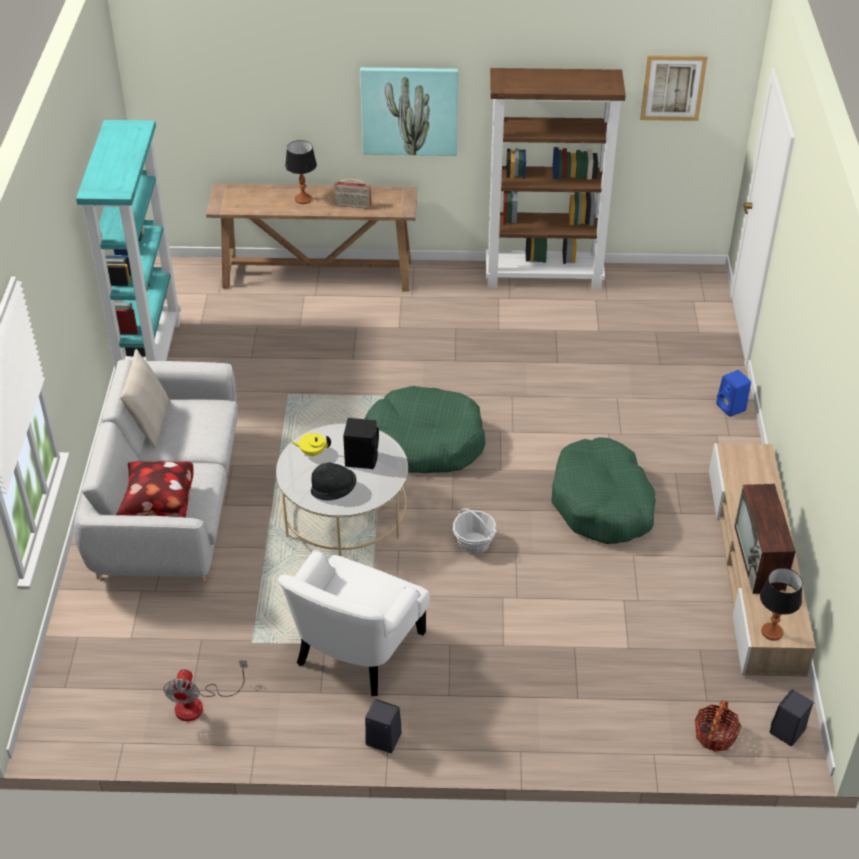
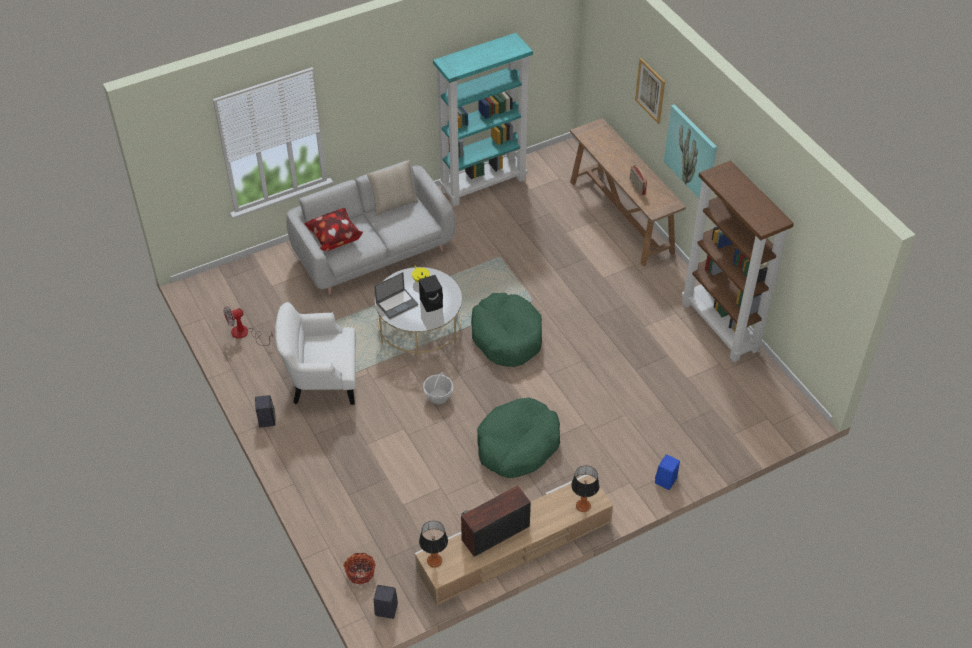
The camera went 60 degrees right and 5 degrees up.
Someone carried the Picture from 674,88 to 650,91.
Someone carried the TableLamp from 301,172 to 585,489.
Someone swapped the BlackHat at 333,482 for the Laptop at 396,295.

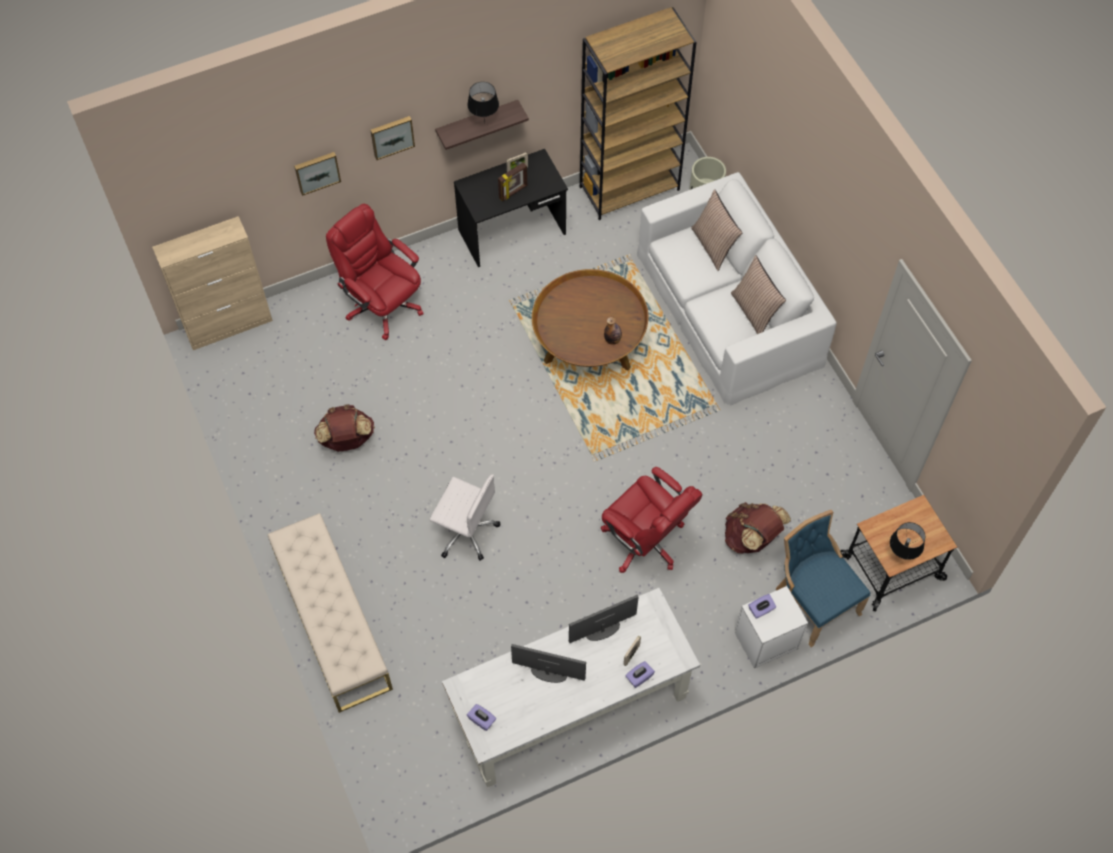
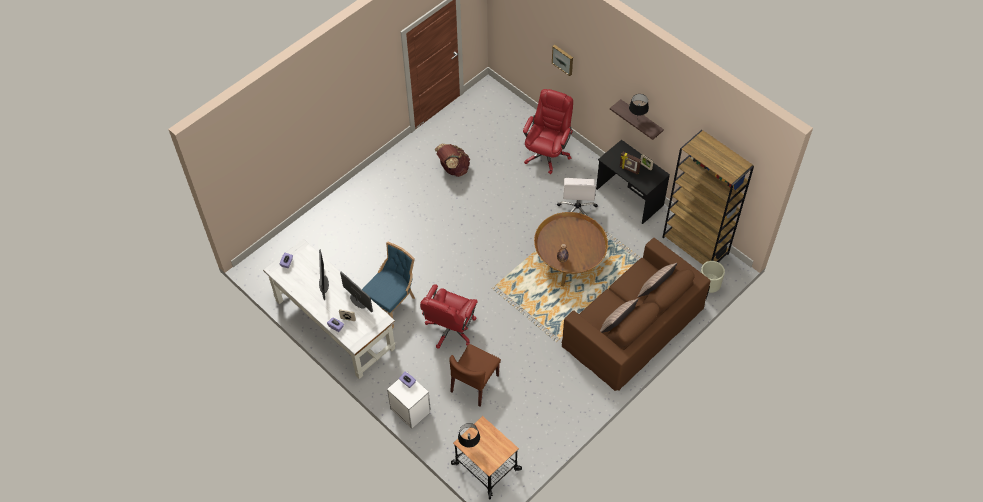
The camera went 70 degrees right and 5 degrees down.
Someone took away the Picture at 392,138.
Someone repainted the WhiteSofa at 737,289, which became the BrownSofa at 635,314.
Someone took away the BeigeCabinet at 212,283.
Someone carried the WhiteOfficeChair from 465,517 to 577,196.
Someone swapped the BrownBackpack at 758,528 for the BrownChair at 475,375.
Someone carried the BlueChair from 823,578 to 388,285.
Someone took away the BeigeBench at 330,613.

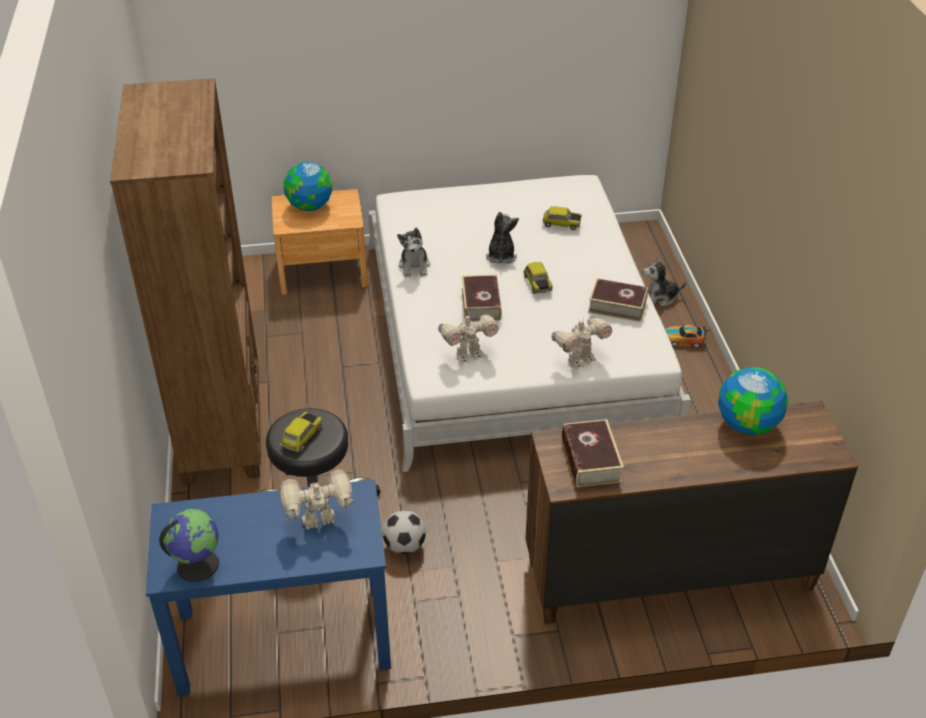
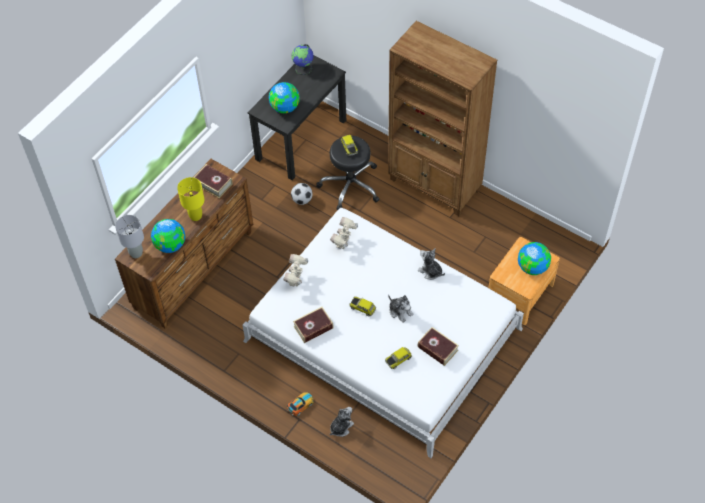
The camera went 135 degrees right and 15 degrees up.
Someone carried the Book from 482,298 to 438,346.
Someone swapped the ToyRobot at 317,499 for the Globe at 284,97.
Someone repainted the BlueDesk at 268,588, which became the BlackDesk at 297,118.
Someone put down the YellowTableLamp at 190,199.
Someone put down the GreyTableLamp at 129,236.

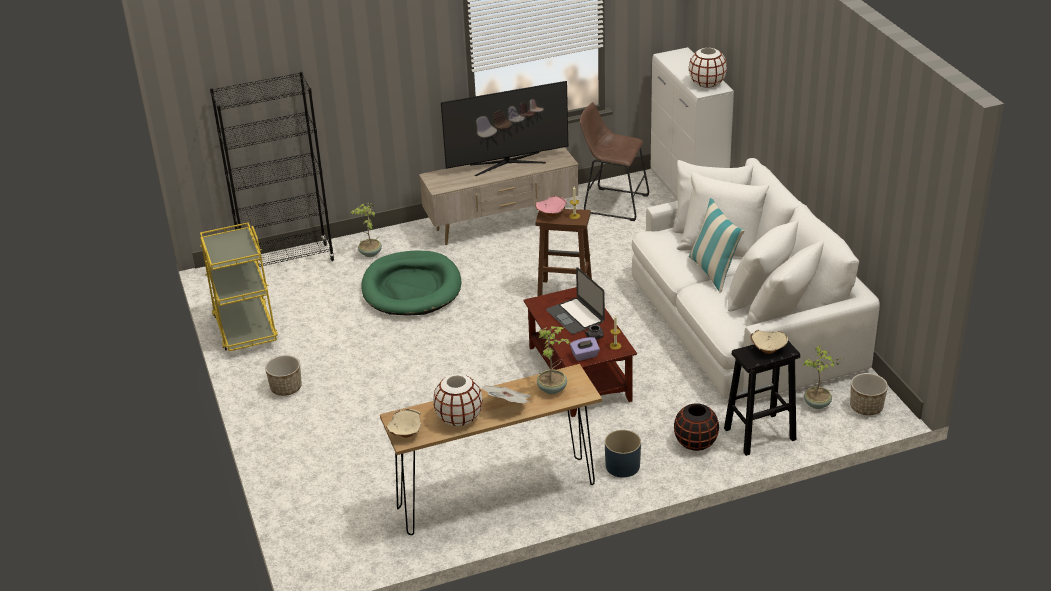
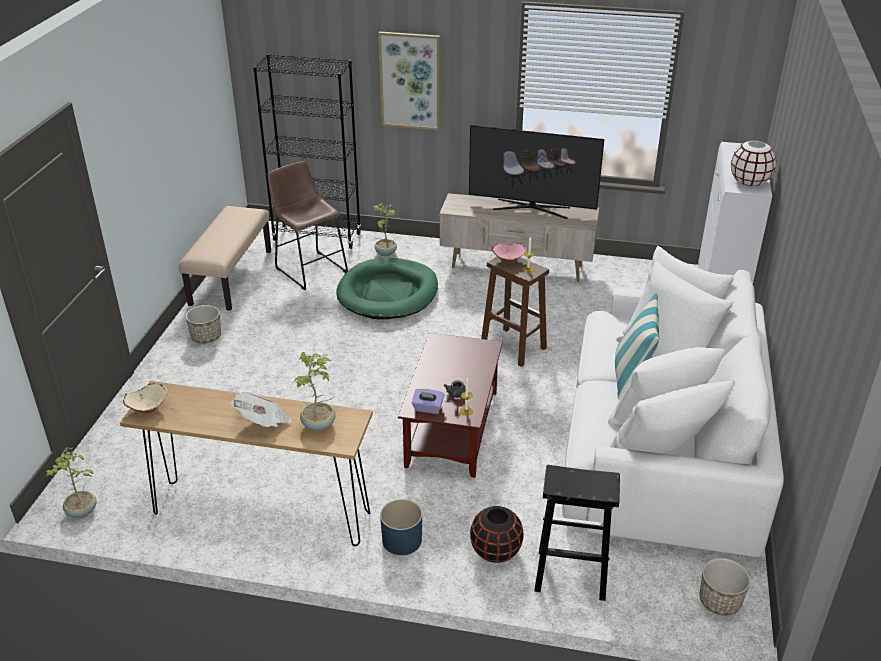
The camera went 30 degrees right and 0 degrees up.
Someone carried the BrownStool from 614,161 to 308,225.
Someone swapped the YellowCart at 239,286 for the BeigeBench at 225,258.
Someone took away the Laptop at 575,300.
Someone took away the BeigeBowl at 769,342.
Someone carried the PottedPlant from 823,377 to 71,482.
Someone took away the WhiteVase at 457,400.
Someone put up the Picture at 409,81.

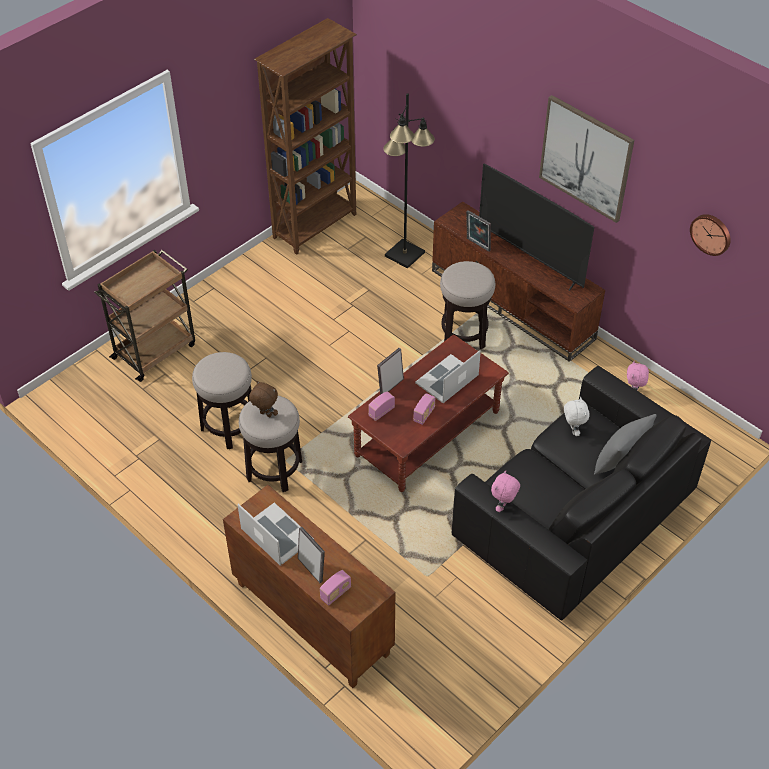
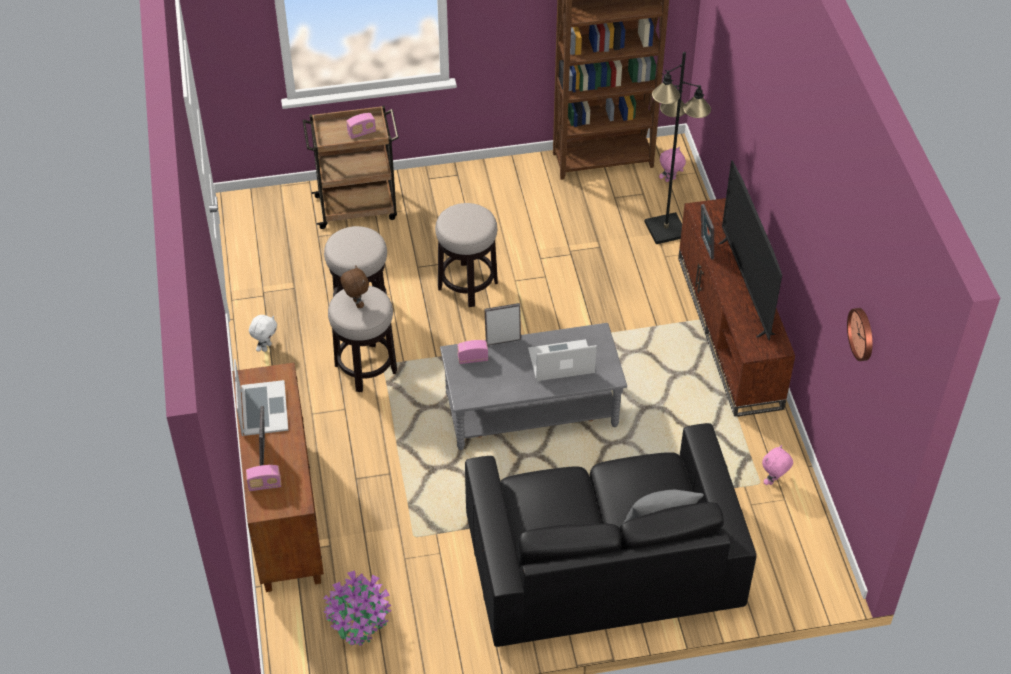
The camera went 35 degrees right and 0 degrees up.
Someone took away the Picture at 586,159.
Someone carried the Stool from 467,305 to 466,255.
Someone repainted the BrownCoffeeTable at 428,413, which became the GreyCoffeeTable at 533,386.
Someone carried the Radio from 424,409 to 361,126.
Someone carried the WhitePlushToy from 577,416 to 263,333.
Someone carried the PinkPlushToy from 505,491 to 672,164.
Someone put down the PottedPlant at 357,608.

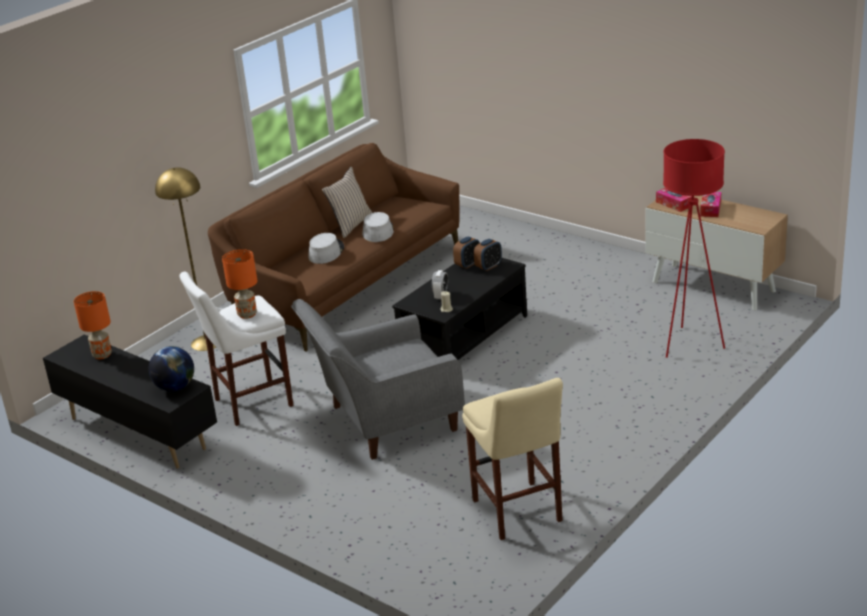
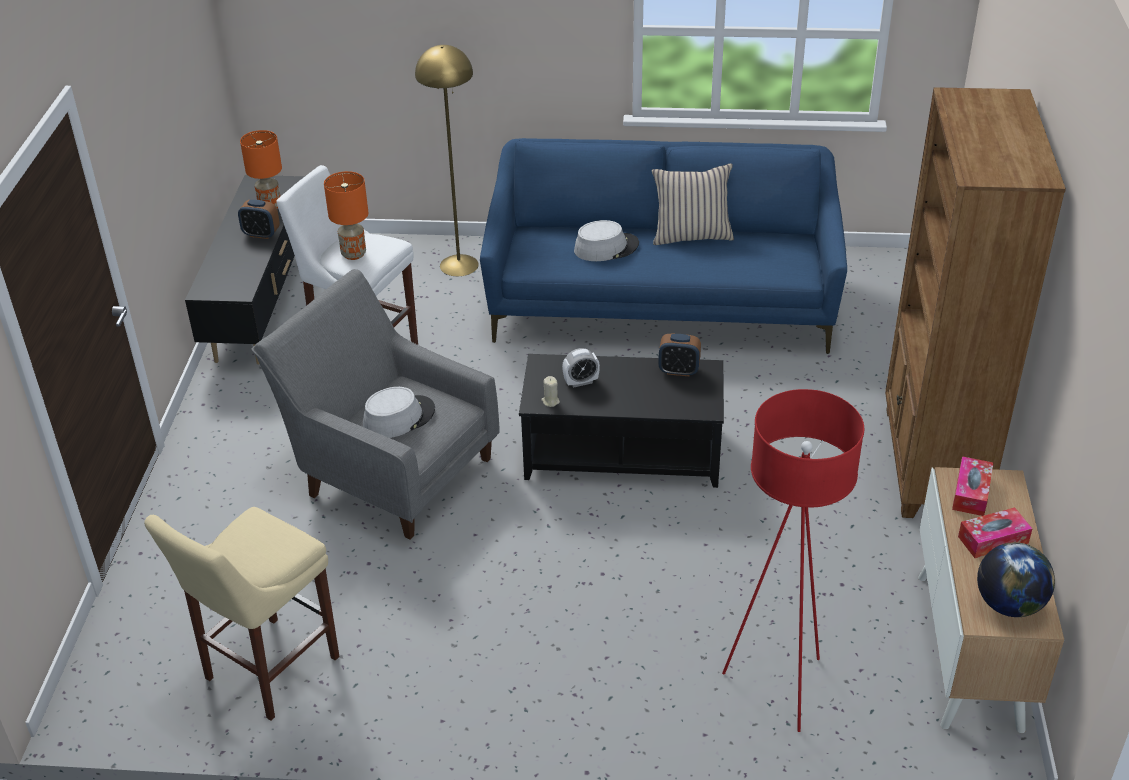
The camera went 55 degrees right and 10 degrees up.
Someone repainted the BrownSofa at 334,247, which became the BlueSofa at 663,246.
Someone carried the GreyHat from 378,227 to 399,412.
Someone carried the AlarmClock from 488,255 to 259,219.
Someone carried the Globe from 171,369 to 1016,579.
Someone put down the BrownBookcase at 975,302.

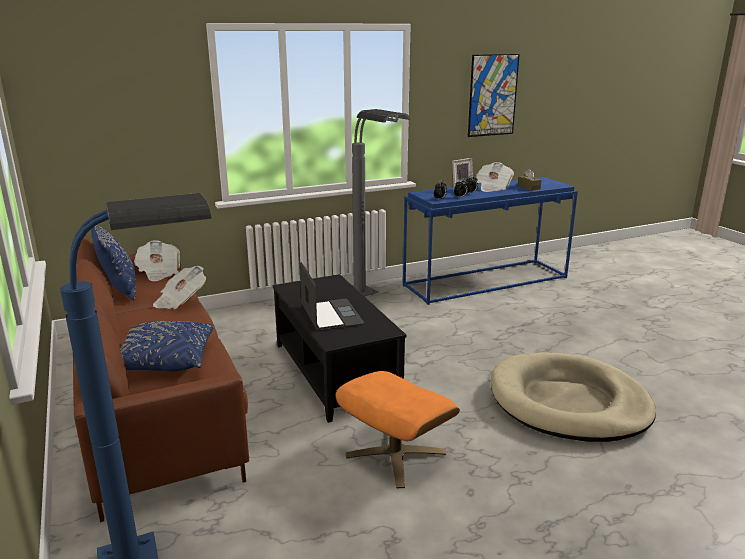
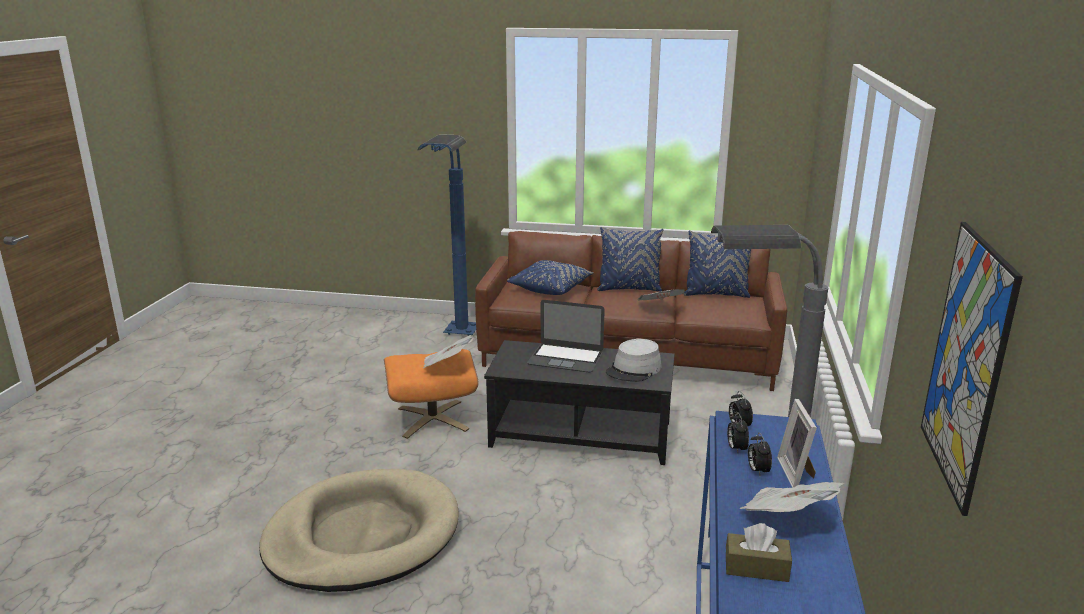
The camera went 125 degrees right and 0 degrees up.
Someone carried the Newspaper from 157,261 to 448,351.
Someone put down the BluePillow at 630,259.
Someone put down the GreyHat at 634,360.

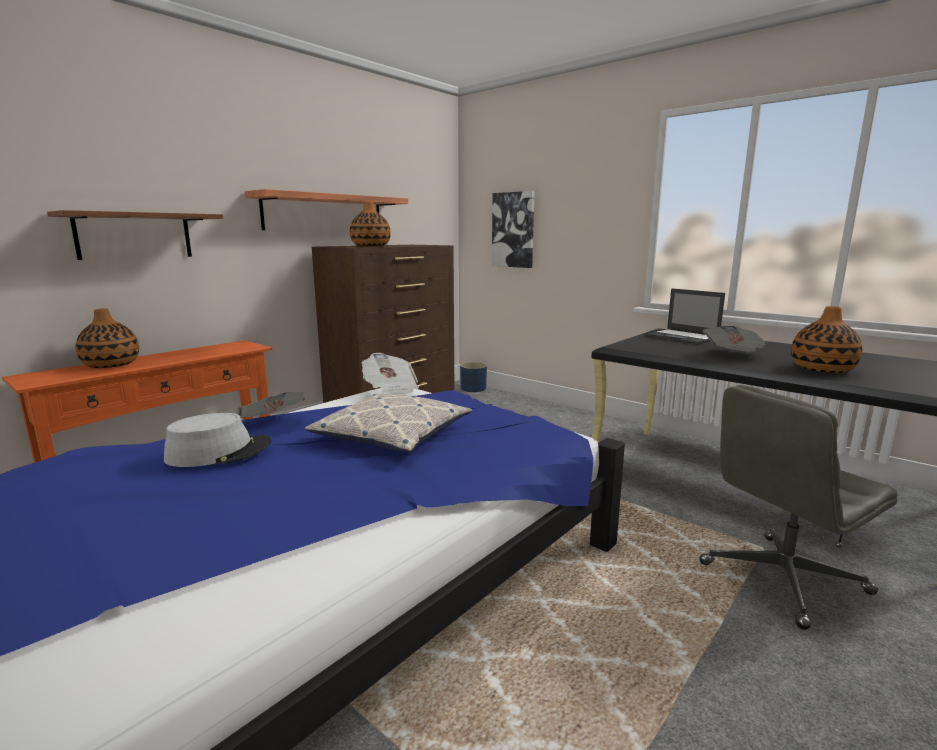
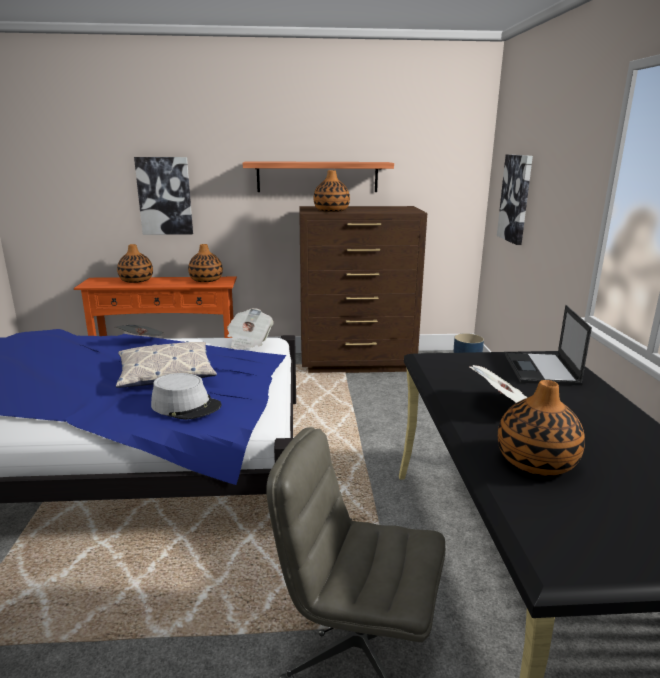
The camera went 45 degrees right and 5 degrees up.
Someone swapped the Shelf at 135,235 for the Picture at 163,196.
Someone carried the GreyHat from 217,440 to 186,396.
Someone put down the Vase at 205,263.

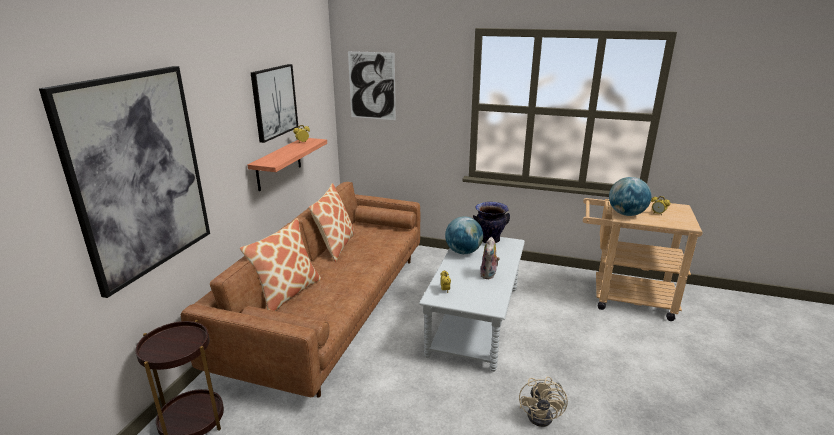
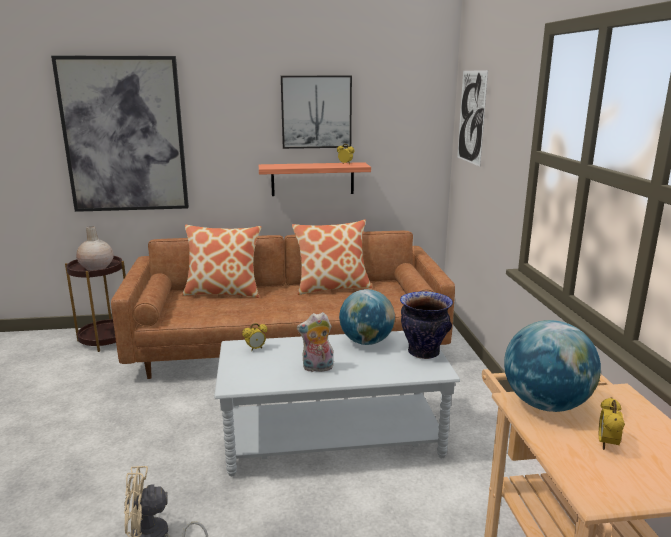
The camera went 65 degrees right and 5 degrees down.
Someone put down the BeigeVase at 95,248.

